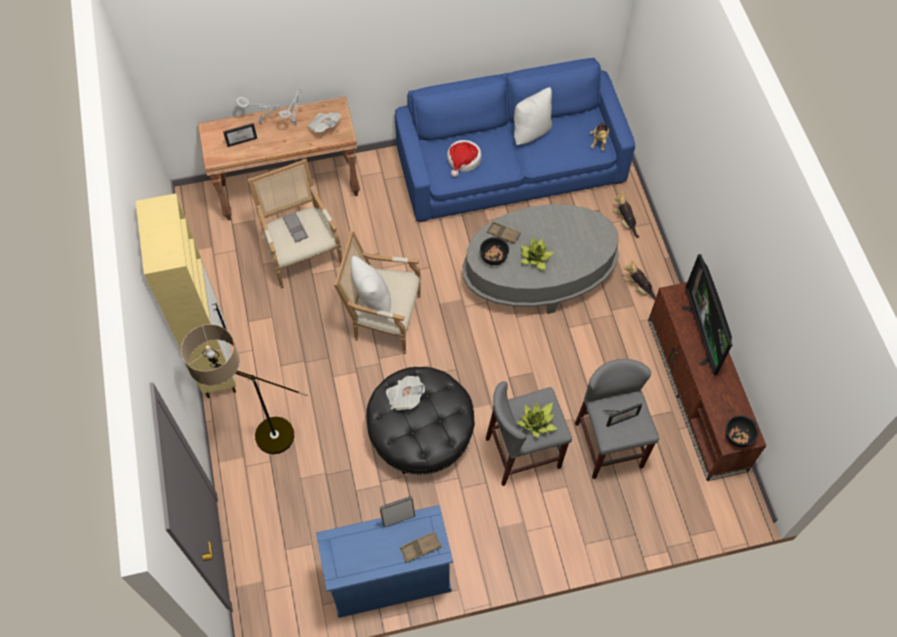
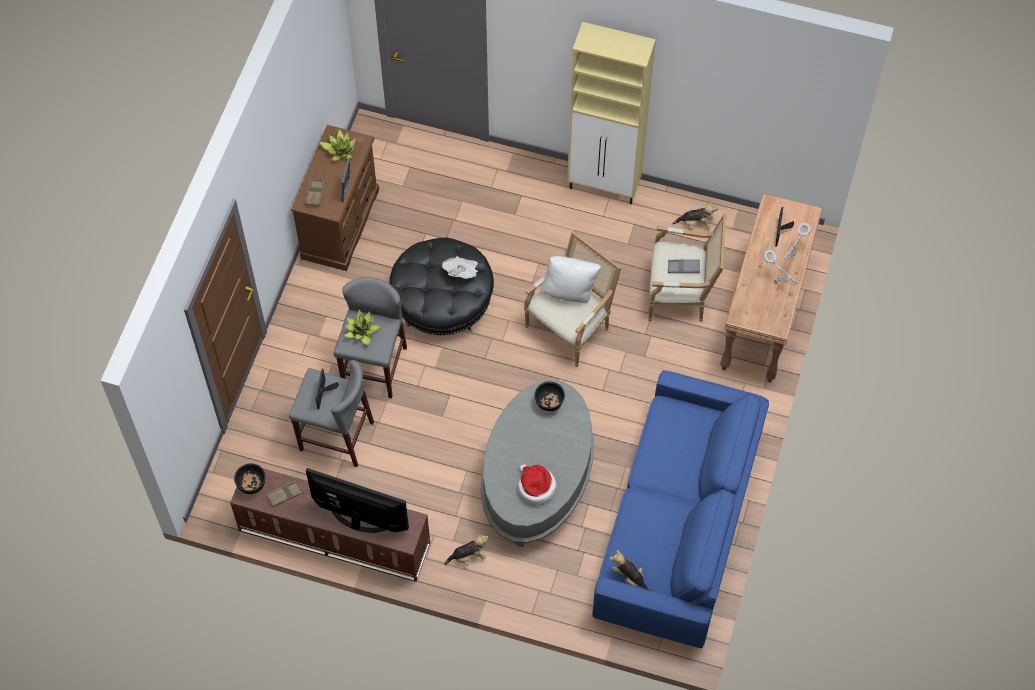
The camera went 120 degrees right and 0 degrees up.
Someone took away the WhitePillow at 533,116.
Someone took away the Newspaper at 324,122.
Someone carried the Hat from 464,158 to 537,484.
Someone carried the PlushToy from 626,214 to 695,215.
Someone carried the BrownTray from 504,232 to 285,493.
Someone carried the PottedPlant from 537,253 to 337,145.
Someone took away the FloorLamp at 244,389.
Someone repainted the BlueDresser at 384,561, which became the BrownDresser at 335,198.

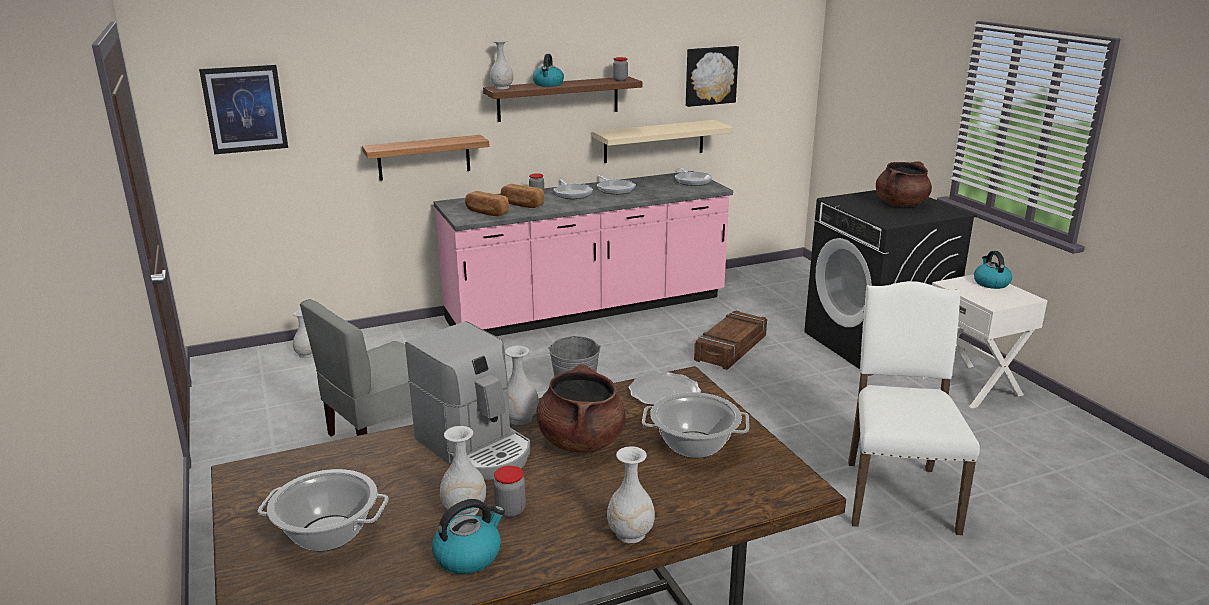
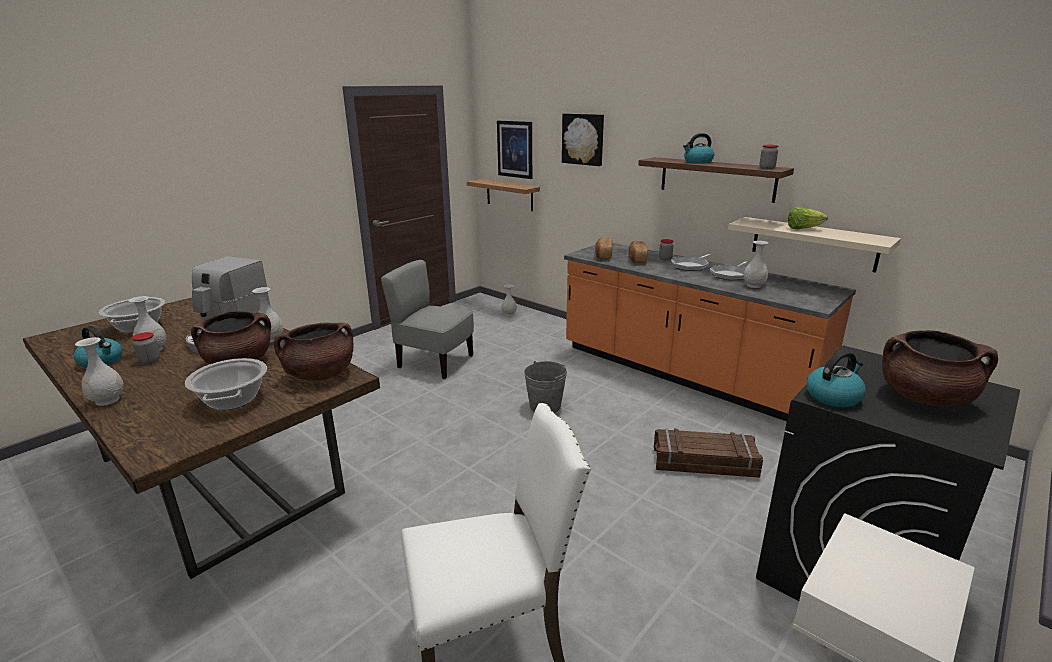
The camera went 65 degrees right and 0 degrees up.
Someone carried the WhiteVase from 501,64 to 755,264.
Someone carried the Picture from 712,76 to 583,139.
Someone carried the Shelf from 426,158 to 503,195.
Someone took away the FryingPan at 694,176.
Someone repainted the PinkCounter at 583,253, which became the OrangeCounter at 710,332.
Someone carried the Kettle from 993,270 to 836,378.
Someone swapped the Plate at 665,389 for the BrownCookingPot at 313,351.
Someone put down the Lettuce at 808,217.

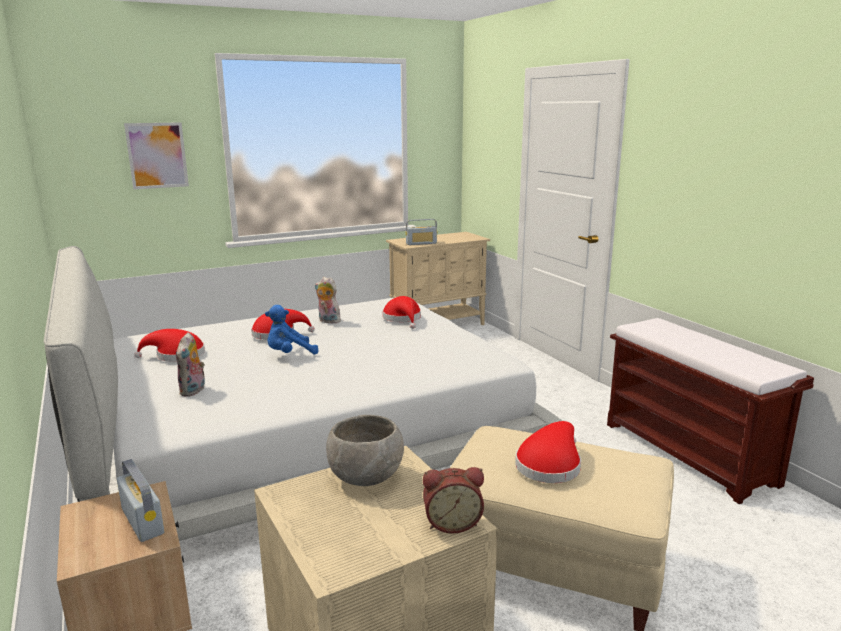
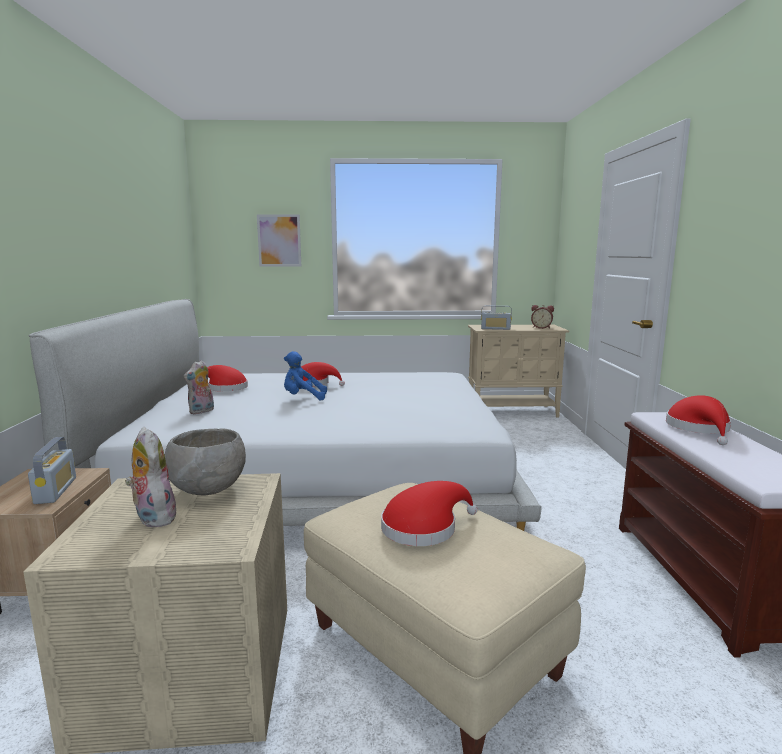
The camera went 25 degrees right and 5 degrees down.
Someone carried the PlushToy from 328,300 to 150,477.
Someone carried the RedHat from 402,312 to 698,420.
Someone carried the AlarmClock from 453,500 to 542,317.

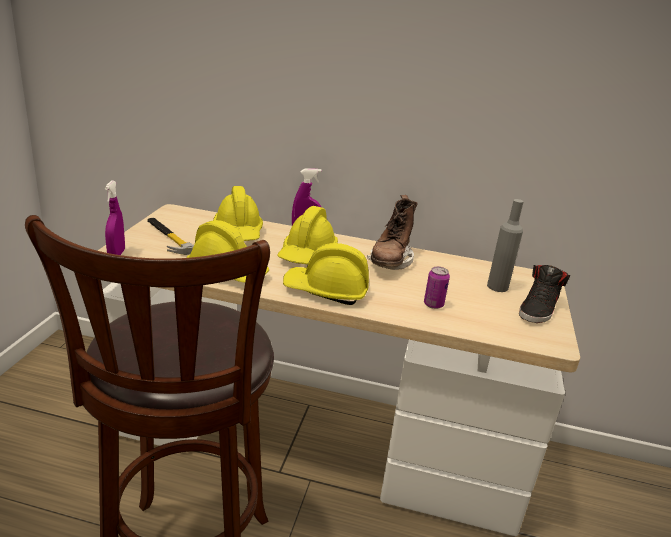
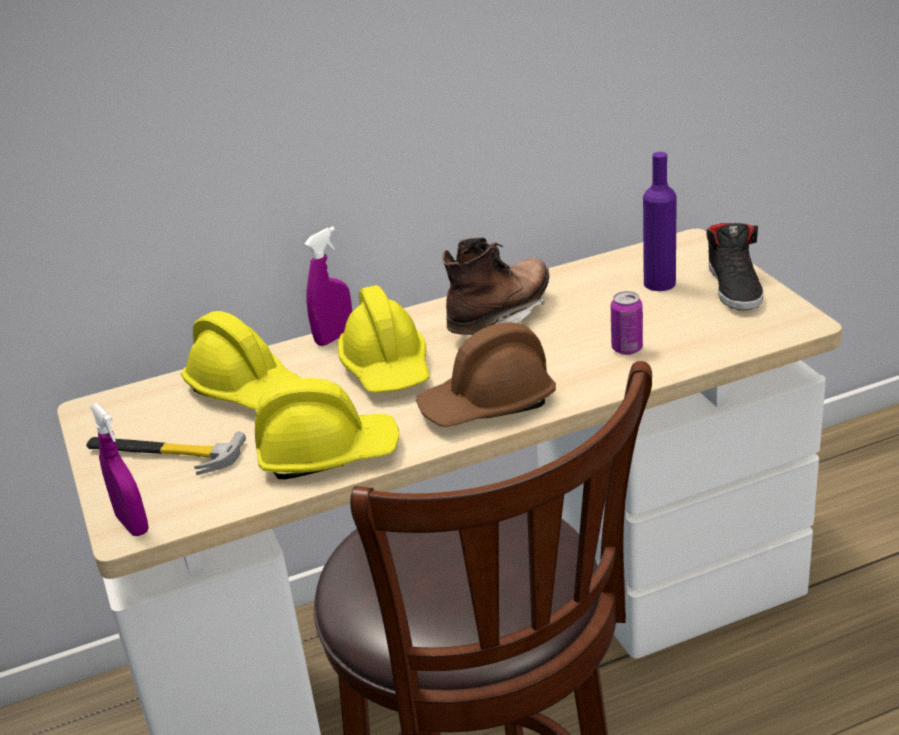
The camera went 30 degrees left and 5 degrees up.
Someone rotated the BrownBoot at 392,232 by 120 degrees counterclockwise.
Someone repainted the GreyBottle at 505,245, which became the PurpleBottle at 660,221.
Someone repainted the YellowHardHat at 326,274, which became the BrownHardHat at 486,374.

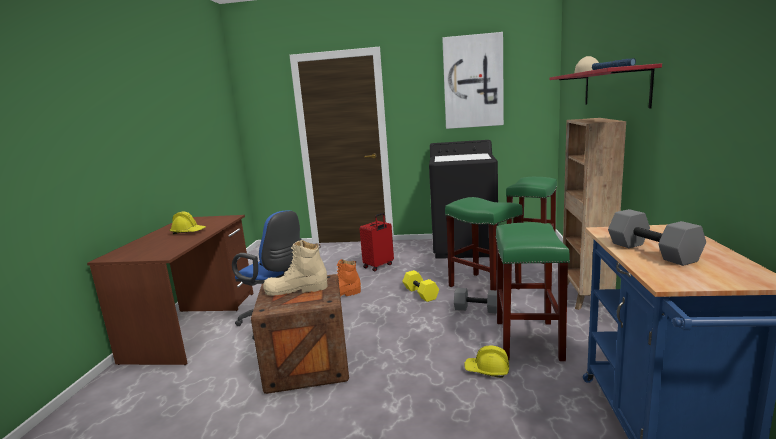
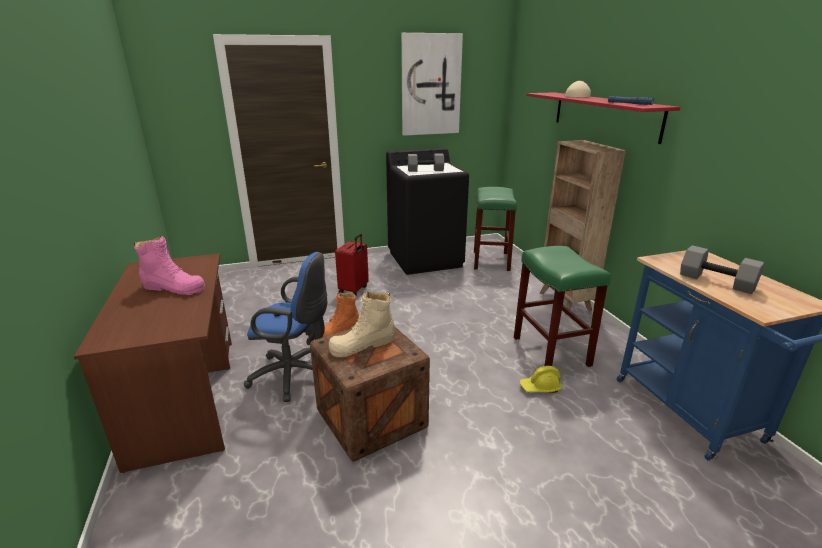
The camera went 25 degrees left and 10 degrees up.
Someone took away the GreenStool at 484,244.
Someone swapped the YellowHardHat at 187,222 for the PinkBoot at 169,265.
Someone took away the YellowDumbbell at 420,286.
Someone carried the GreyDumbbell from 475,301 to 426,163.

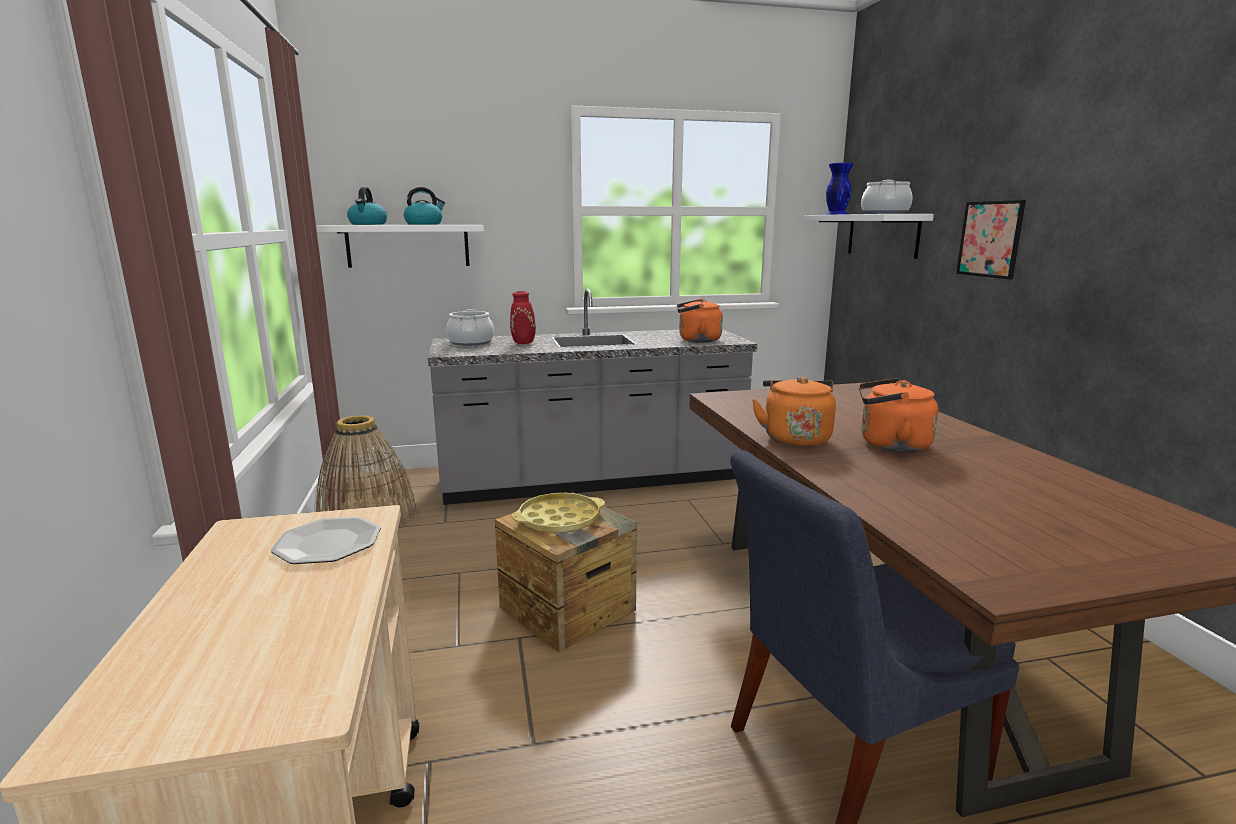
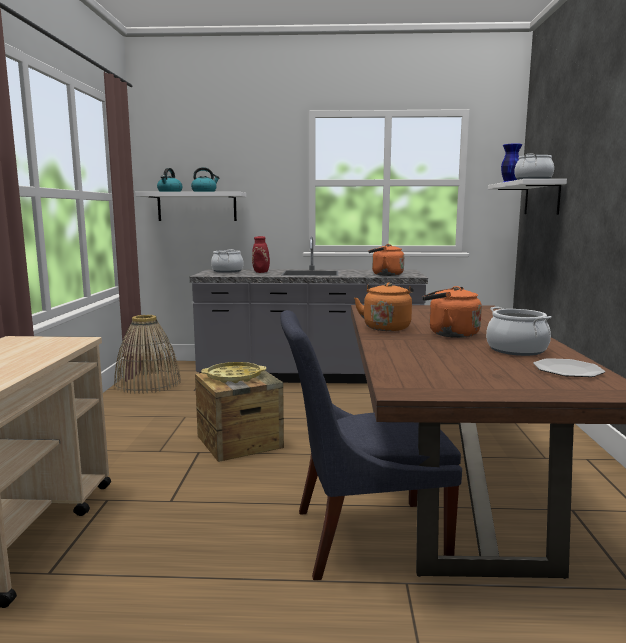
The camera went 15 degrees right and 5 degrees down.
Someone took away the Picture at 991,239.
Someone carried the Plate from 326,540 to 569,367.
Someone put down the CookingPot at 519,331.

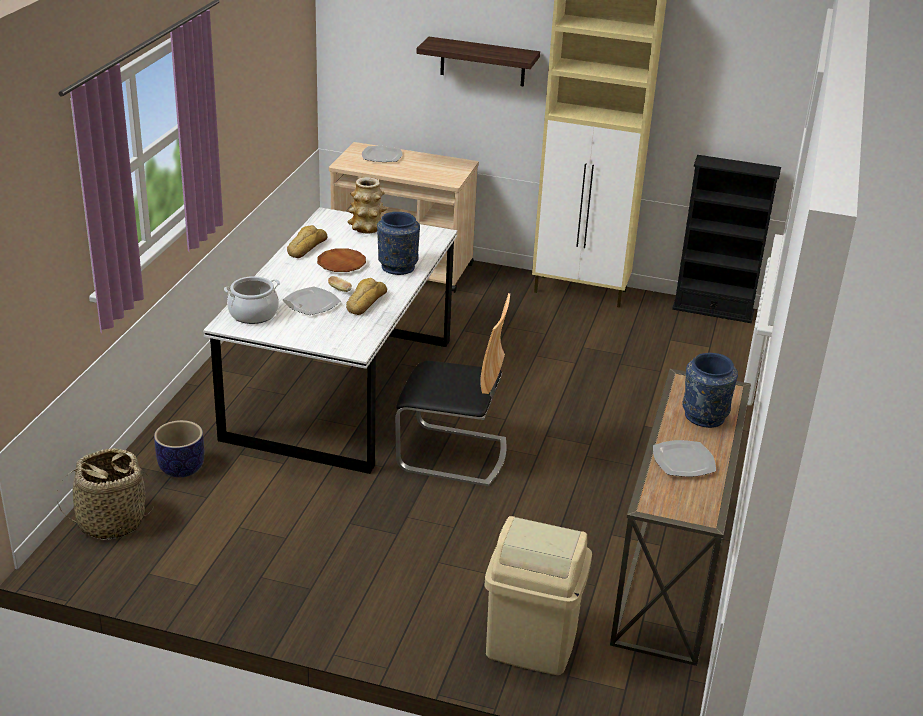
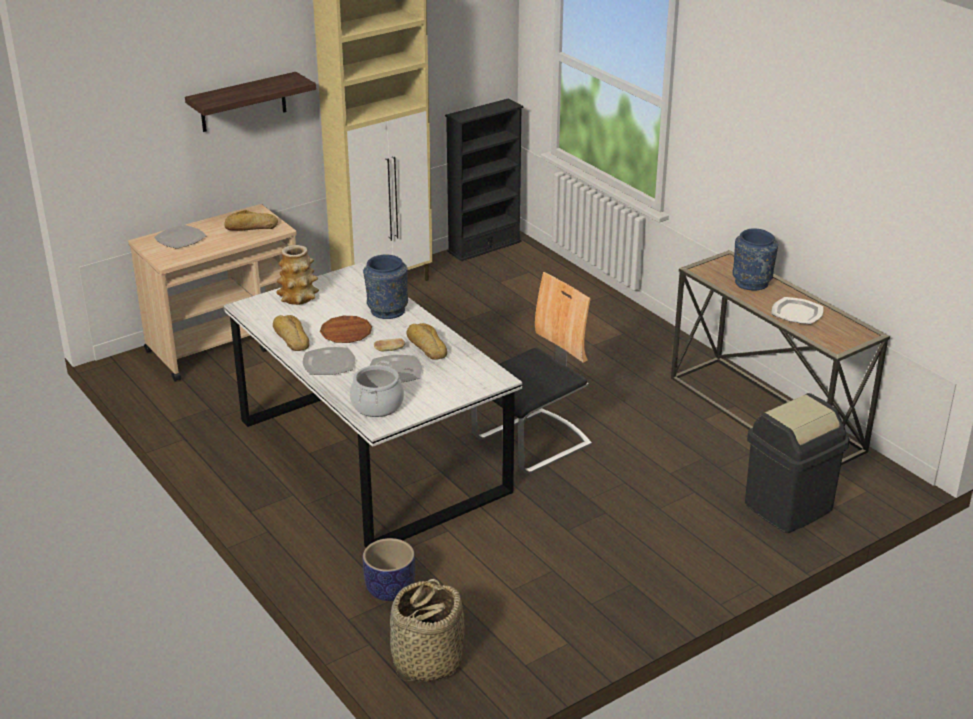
The camera went 50 degrees left and 0 degrees up.
Someone repainted the BeigeTrashCan at 538,595, which became the BlackTrashCan at 797,463.
Someone put down the Bread at 251,220.
Someone put down the Plate at 329,361.

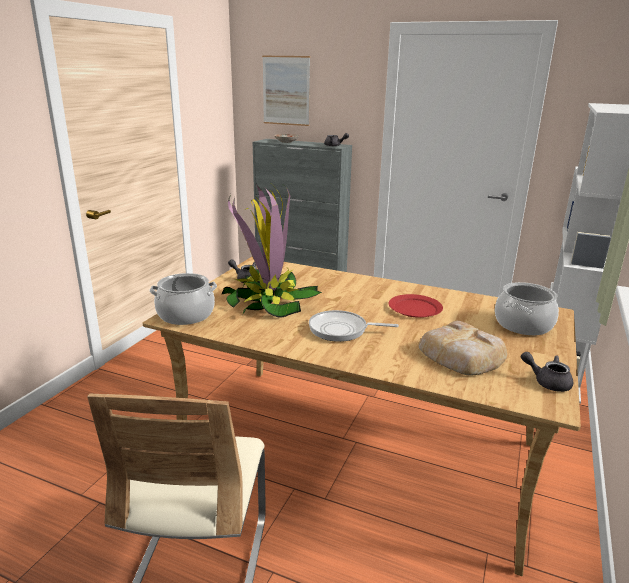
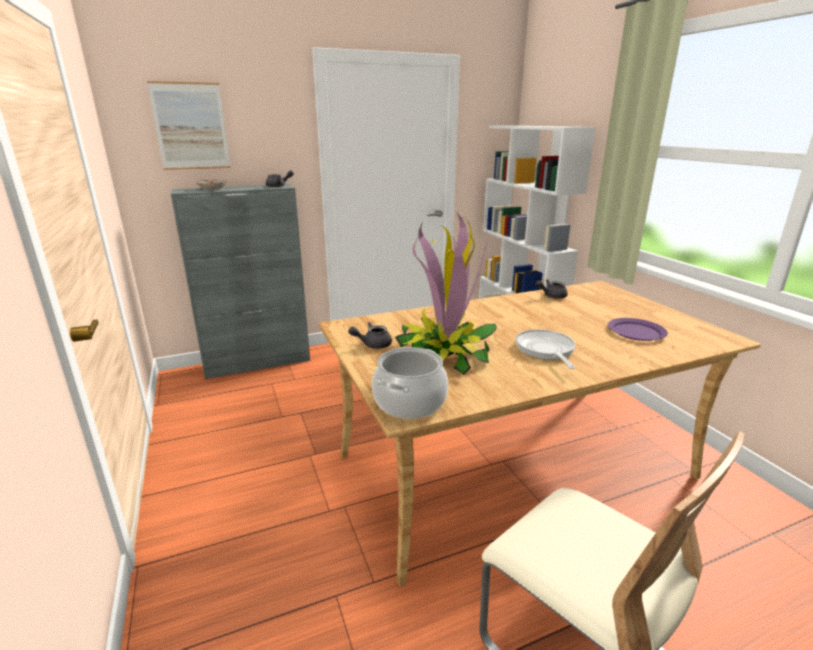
The camera went 45 degrees left and 0 degrees up.
Someone took away the CookingPot at 527,308.
Someone took away the RedPlate at 416,306.
Someone rotated the FryingPan at 354,326 by 120 degrees clockwise.
Someone swapped the Bread at 463,348 for the PurplePlate at 638,329.
Someone carried the GreyTeapot from 547,372 to 552,289.

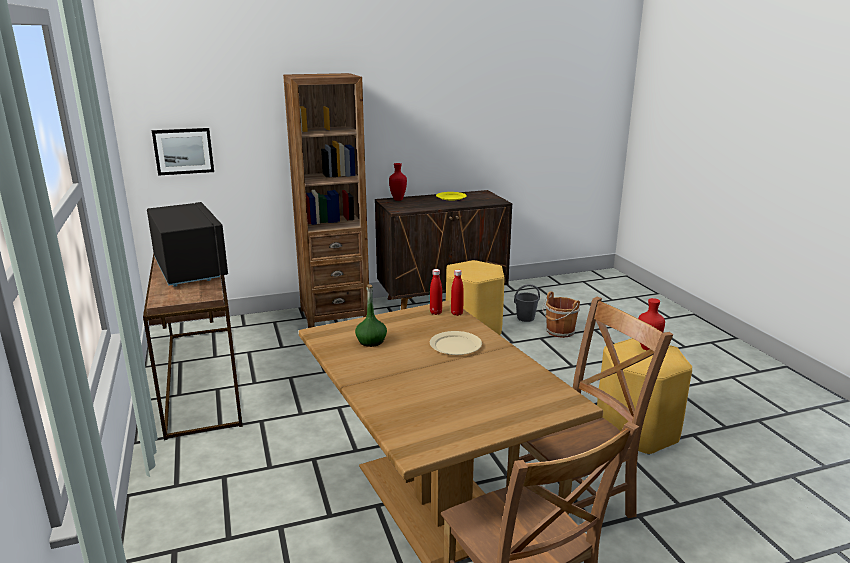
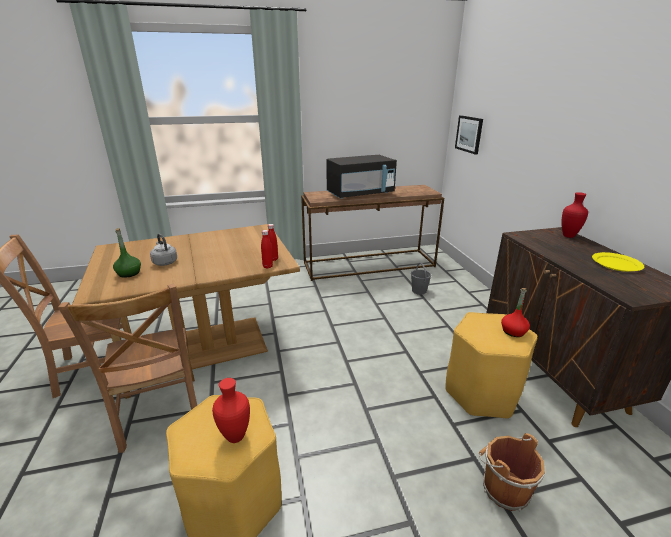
The camera went 95 degrees right and 5 degrees up.
Someone took away the BrownBookcase at 326,200.
Someone carried the GreenBottle from 371,315 to 127,253.
Someone carried the GreyBucket from 527,303 to 421,278.
Someone took away the BeigePlate at 456,343.
Someone put down the GreyKettle at 163,250.
Someone put down the RedBottle at 515,312.

